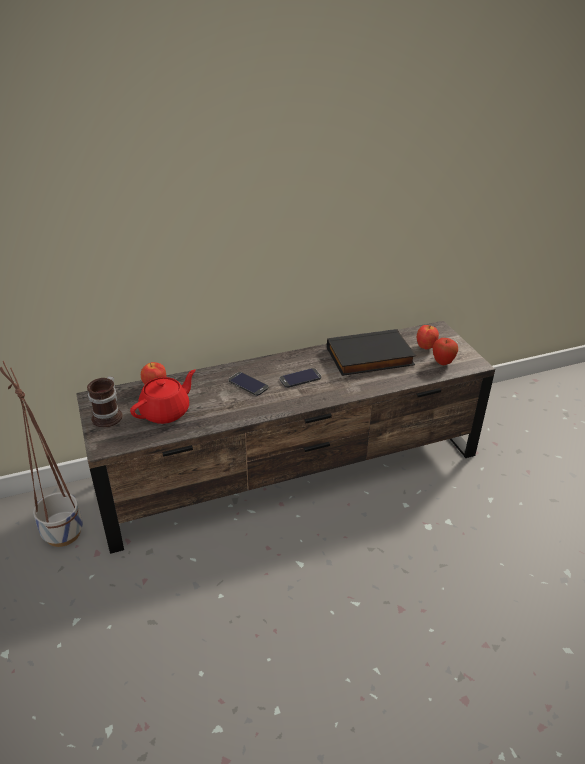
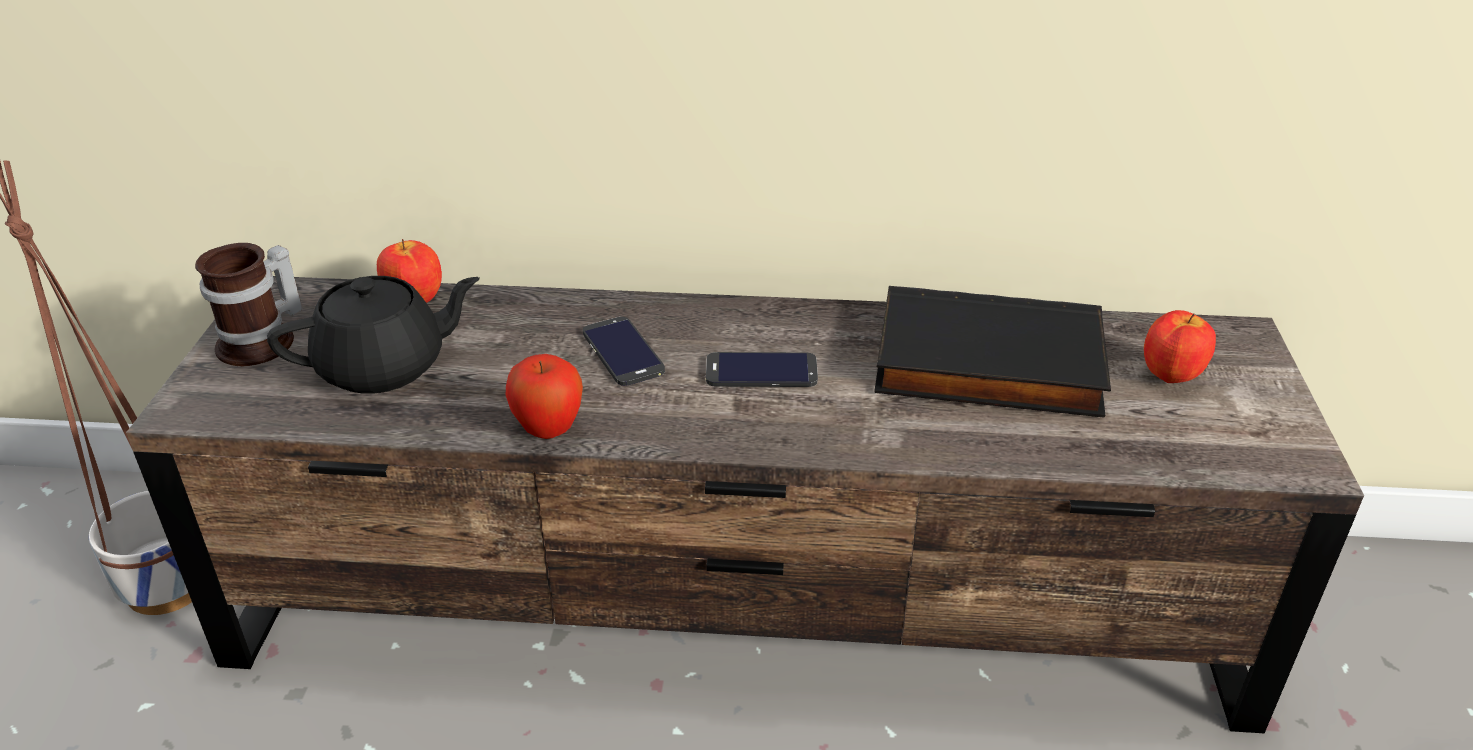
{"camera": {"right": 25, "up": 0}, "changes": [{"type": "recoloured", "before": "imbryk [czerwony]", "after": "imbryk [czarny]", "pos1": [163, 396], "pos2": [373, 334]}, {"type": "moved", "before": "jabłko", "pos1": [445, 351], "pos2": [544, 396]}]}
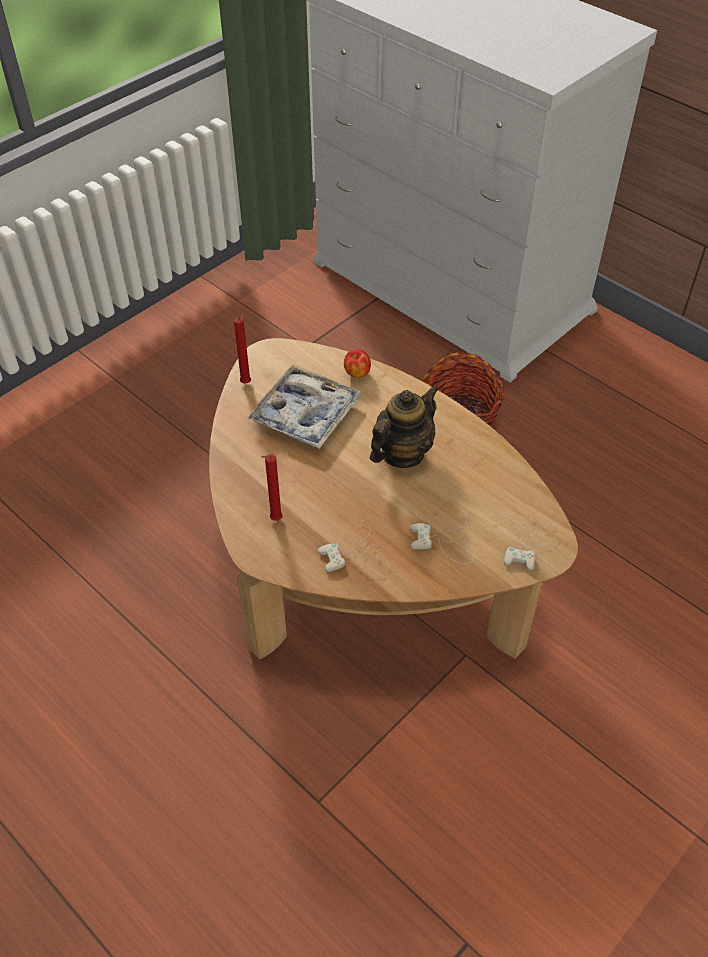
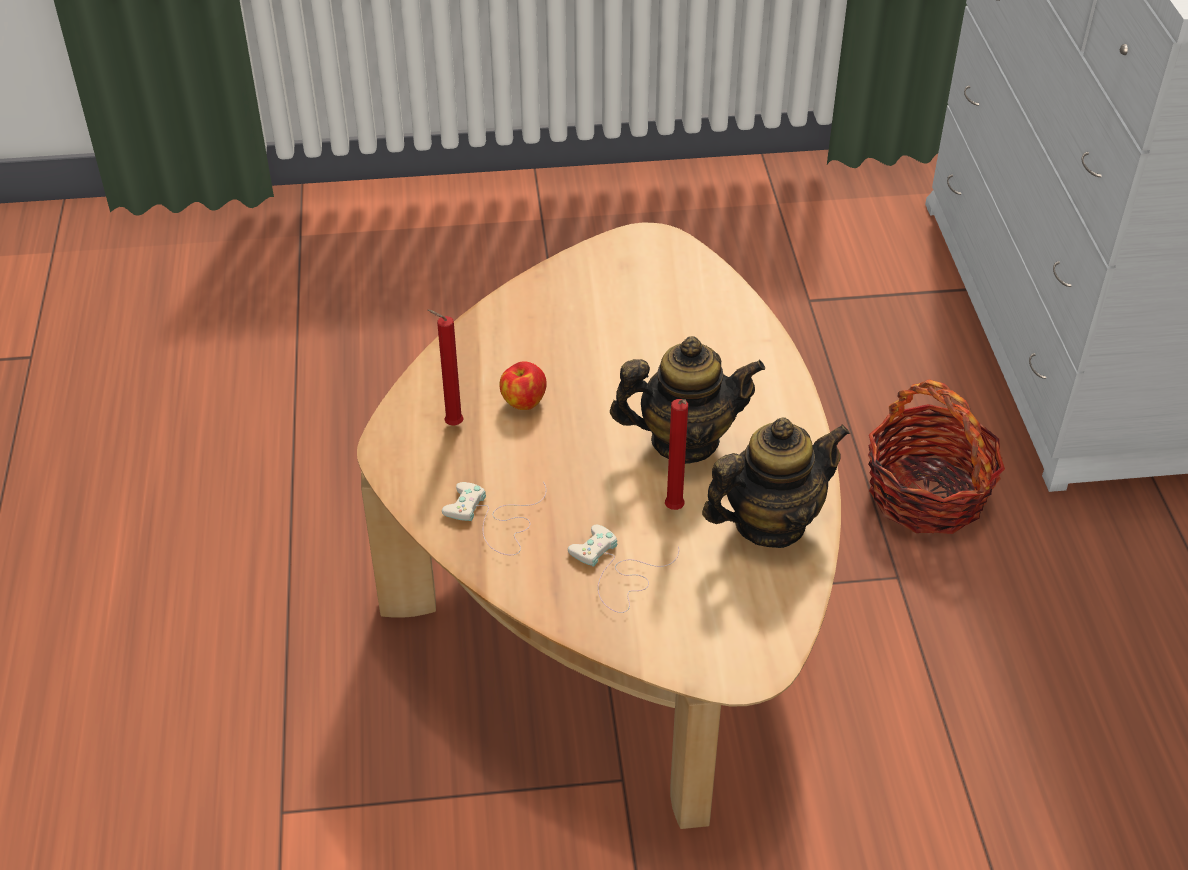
{"camera": {"right": 40, "up": -5}, "changes": [{"type": "moved", "before": "świeca [czerwony]", "pos1": [242, 349], "pos2": [676, 454]}, {"type": "removed", "before": "taca", "pos1": [304, 406]}, {"type": "moved", "before": "jabłko", "pos1": [357, 363], "pos2": [523, 385]}, {"type": "removed", "before": "pad do gier [biały]", "pos1": [525, 543]}, {"type": "added", "after": "imbryk", "pos2": [776, 482]}]}
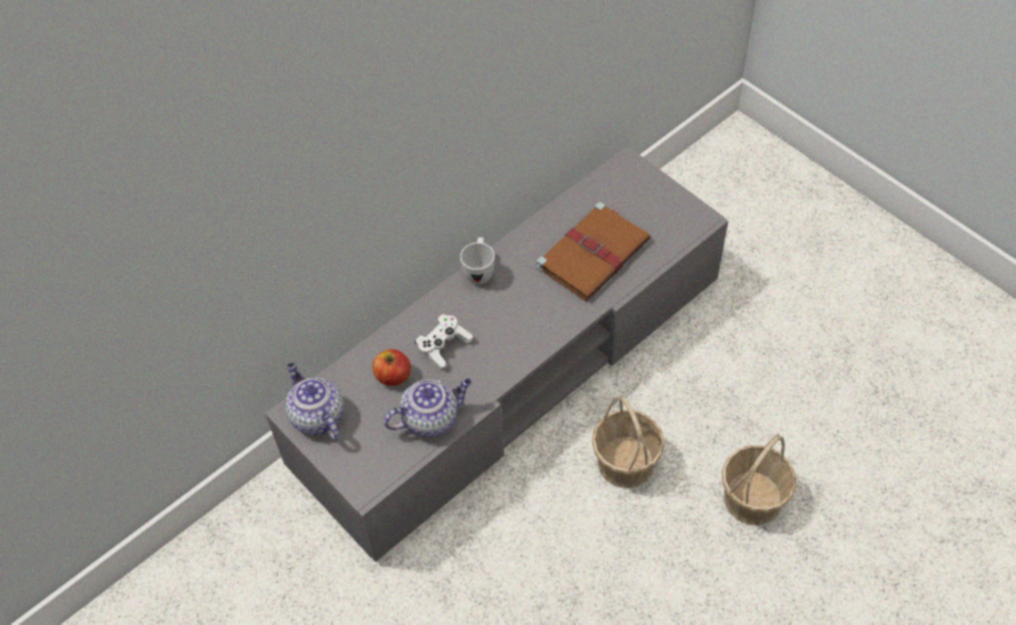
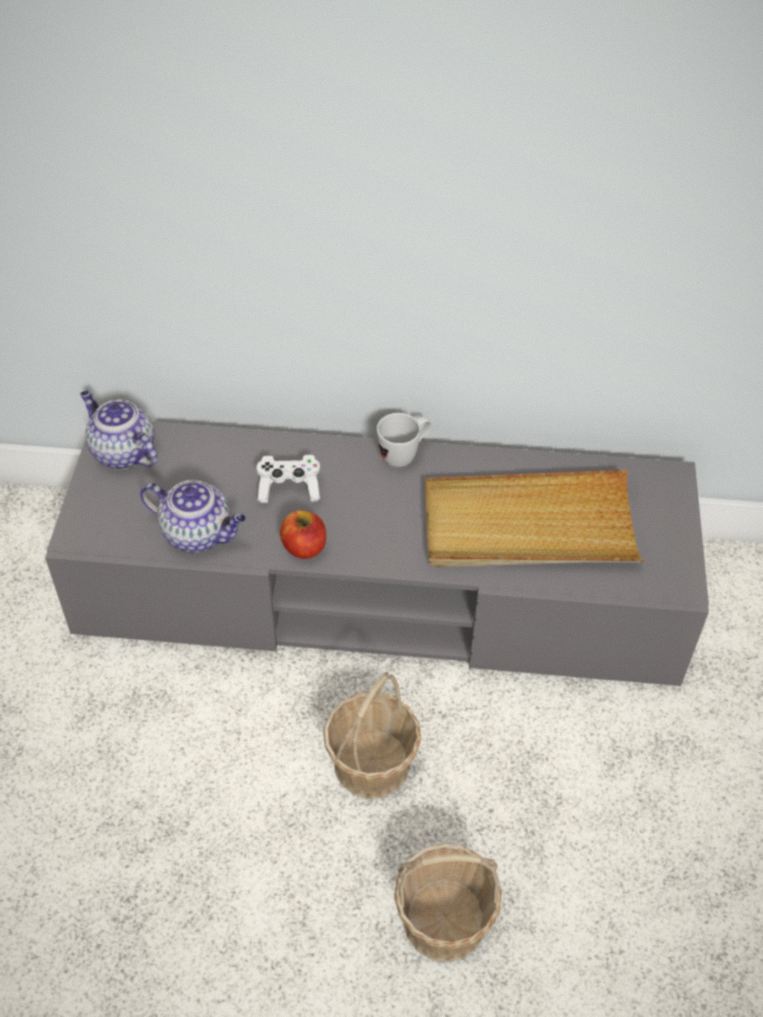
{"camera": {"right": 45, "up": -5}, "changes": [{"type": "turned", "before": "imbryk", "pos1": [315, 402], "pos2": [118, 430], "turn": -60}, {"type": "moved", "before": "jabłko", "pos1": [392, 367], "pos2": [303, 534]}, {"type": "replaced", "before": "książka [brązowy]", "after": "taca [beżowy]", "pos1": [593, 251], "pos2": [535, 518]}]}
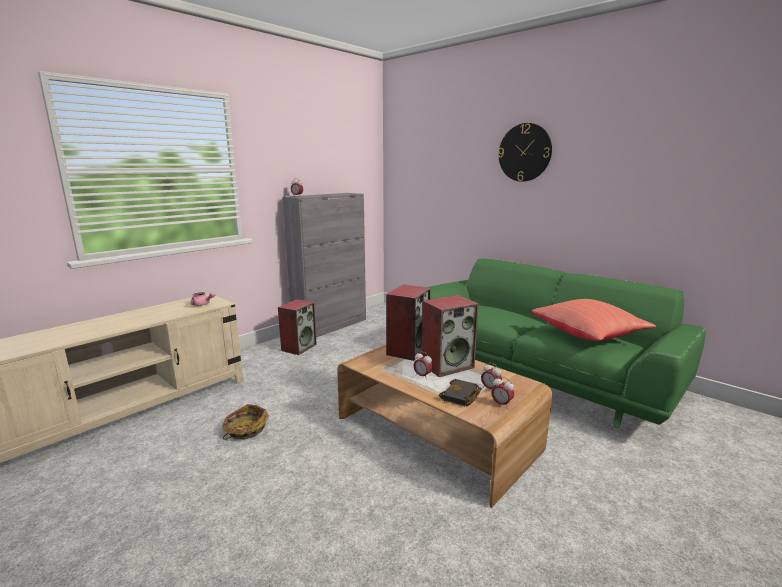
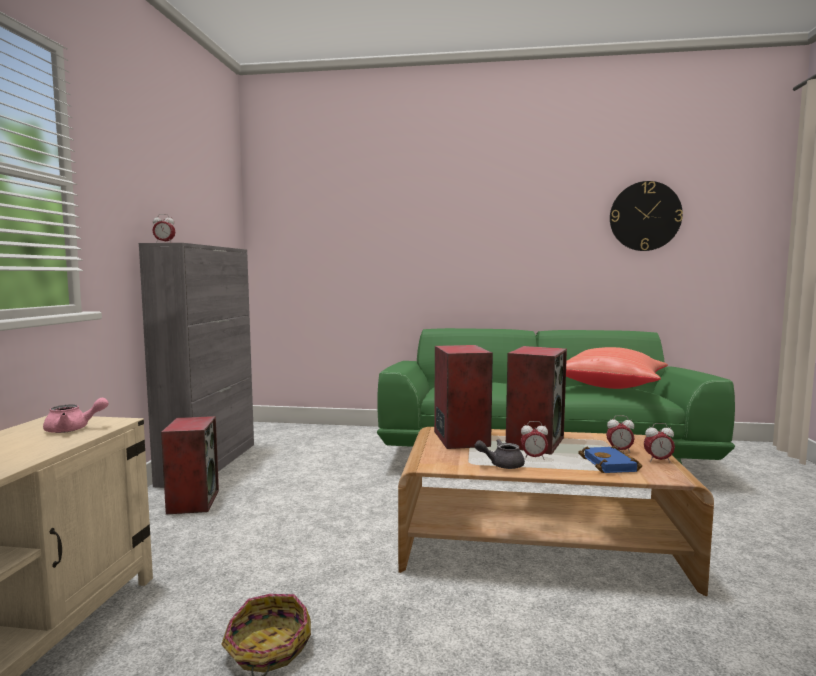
{"camera": {"right": -35, "up": -10}, "changes": [{"type": "recoloured", "before": "książka [czarny]", "after": "książka [niebieski]", "pos1": [460, 392], "pos2": [610, 459]}, {"type": "moved", "before": "zegar ścienny", "pos1": [525, 152], "pos2": [646, 216]}, {"type": "added", "after": "imbryk [szary]", "pos2": [500, 454]}]}
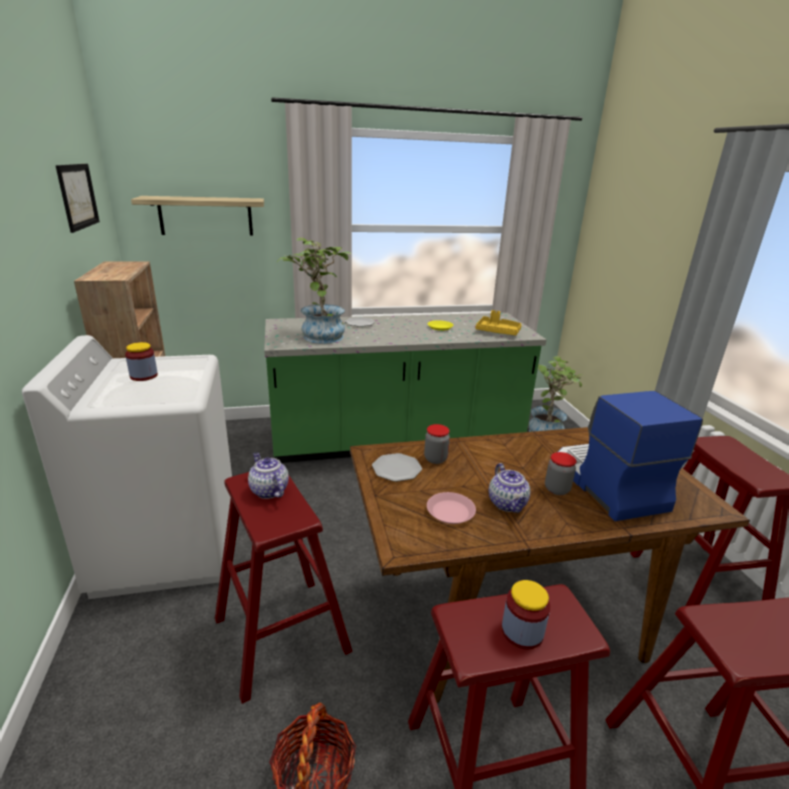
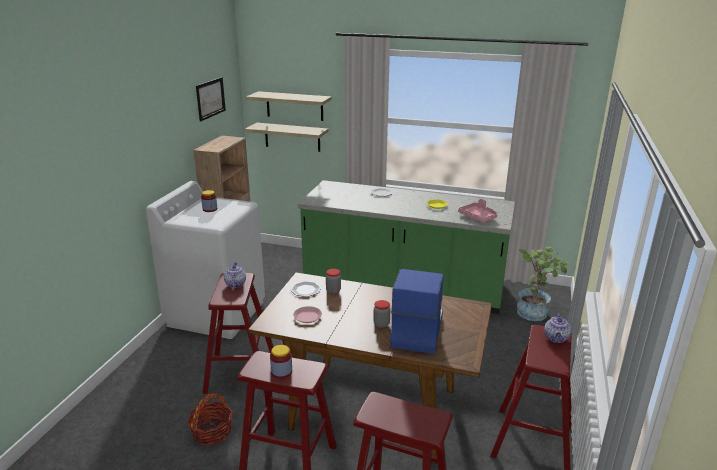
{"camera": {"right": 30, "up": 0}, "changes": [{"type": "removed", "before": "roślina doniczkowa", "pos1": [314, 290]}, {"type": "recoloured", "before": "taca [żółty]", "after": "taca [różowy]", "pos1": [498, 322], "pos2": [478, 210]}, {"type": "moved", "before": "imbryk", "pos1": [509, 488], "pos2": [557, 328]}, {"type": "added", "after": "półka", "pos2": [286, 137]}]}
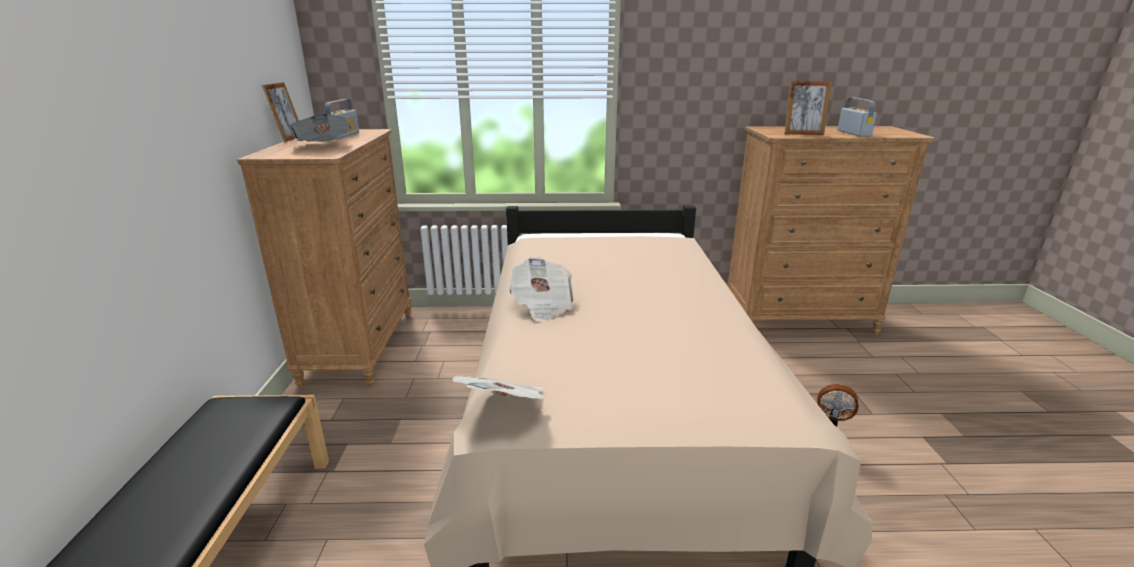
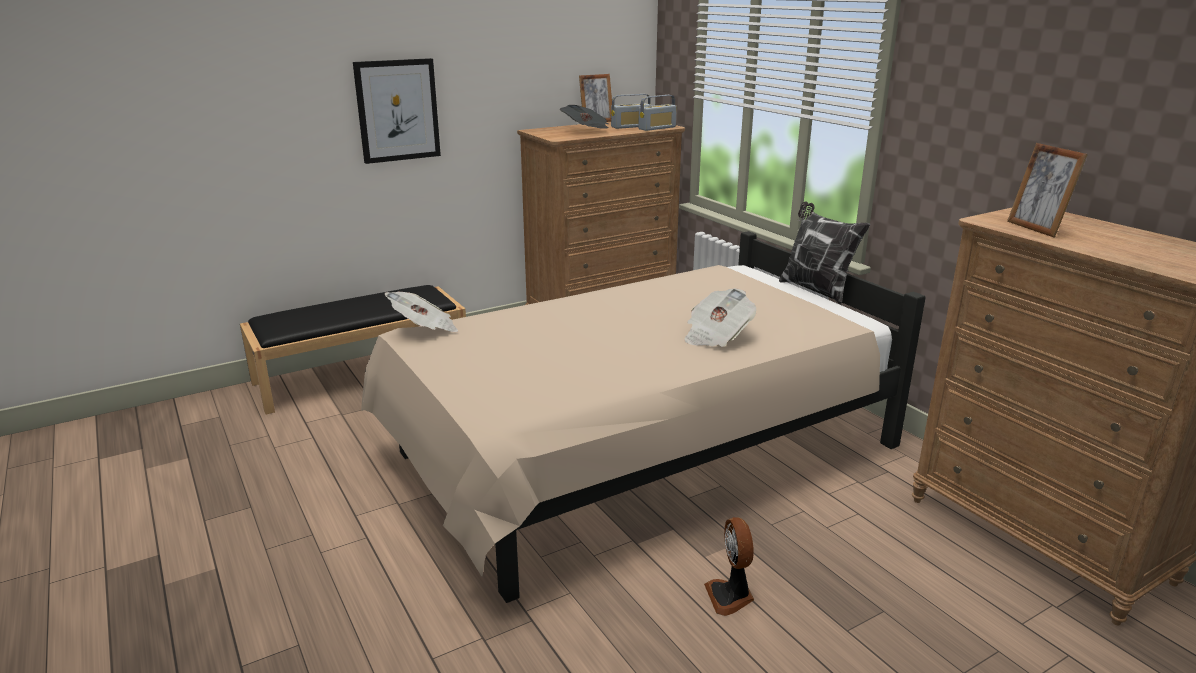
{"camera": {"right": 60, "up": 0}, "changes": [{"type": "moved", "before": "gazeta", "pos1": [541, 289], "pos2": [720, 317]}, {"type": "moved", "before": "radio", "pos1": [857, 117], "pos2": [657, 113]}, {"type": "added", "after": "obraz", "pos2": [397, 111]}, {"type": "added", "after": "poduszka", "pos2": [824, 252]}]}
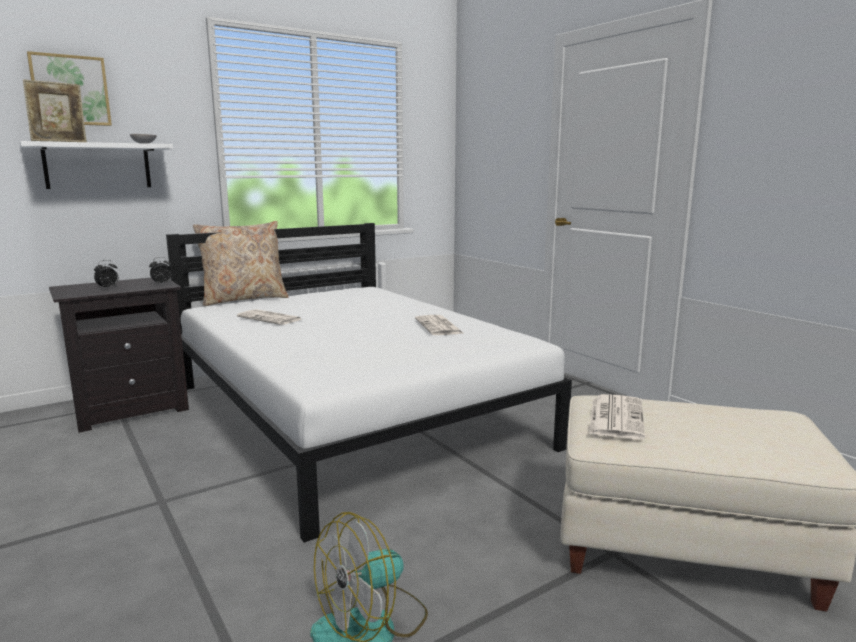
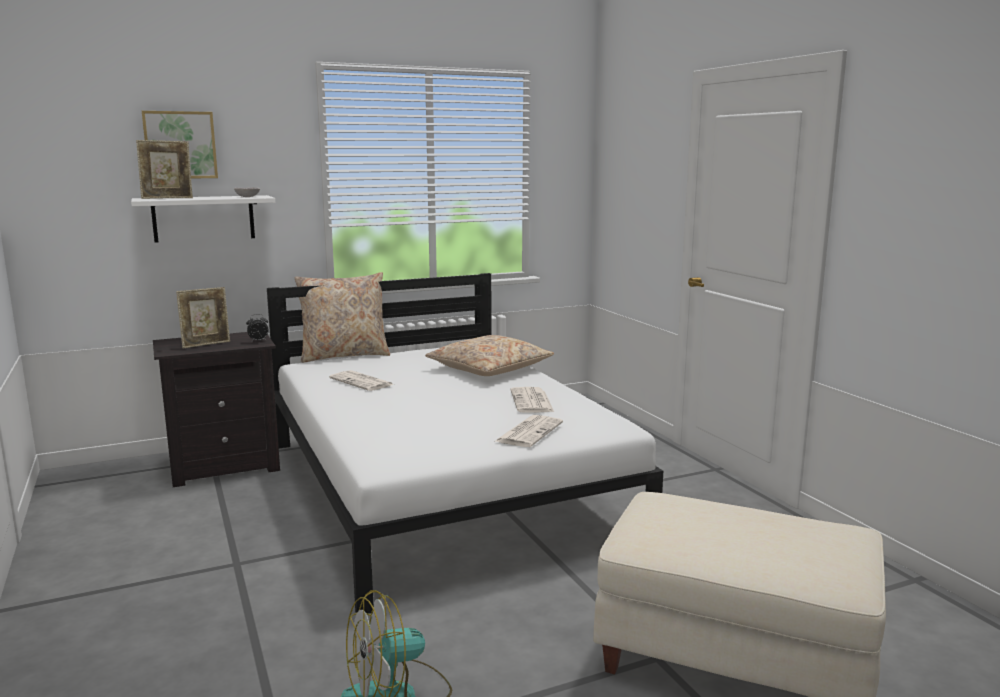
{"camera": {"right": 10, "up": 0}, "changes": [{"type": "replaced", "before": "budzik", "after": "ramka na zdjęcie", "pos1": [106, 274], "pos2": [203, 318]}, {"type": "moved", "before": "gazeta", "pos1": [617, 416], "pos2": [528, 431]}, {"type": "added", "after": "poduszka [beżowy]", "pos2": [489, 355]}]}
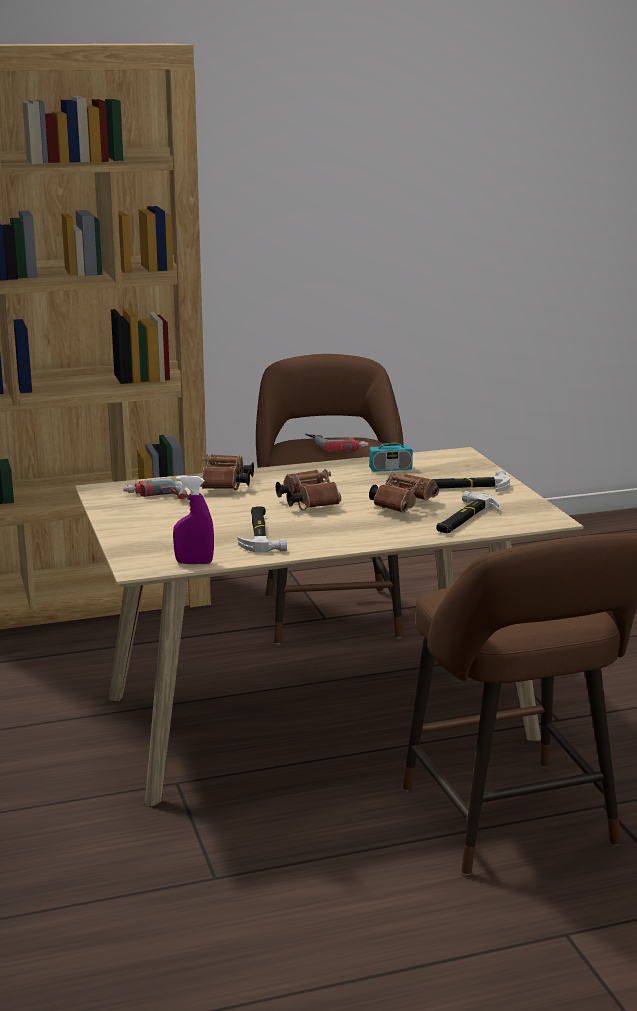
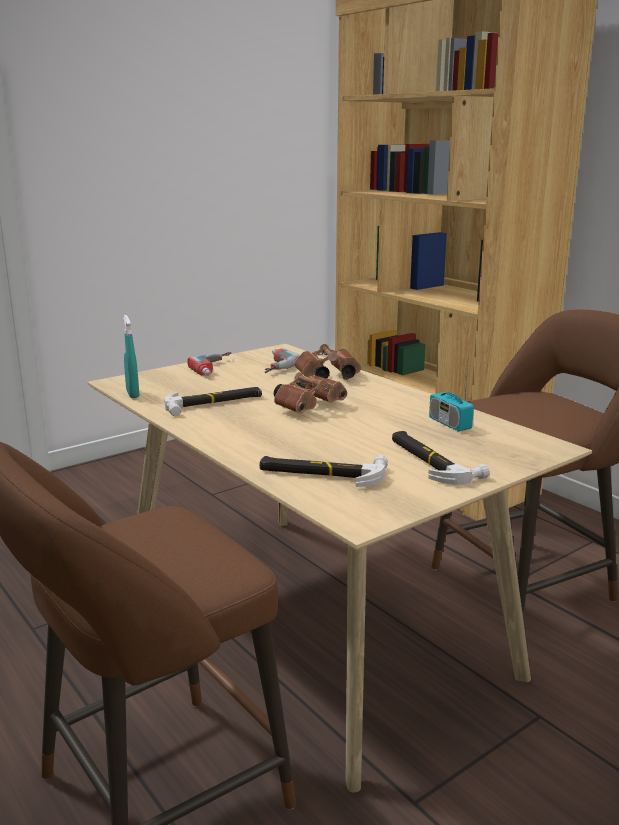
{"camera": {"right": 70, "up": 0}, "changes": [{"type": "recoloured", "before": "spryskiwacz [fioletowy]", "after": "spryskiwacz [turkusowy]", "pos1": [193, 520], "pos2": [131, 356]}, {"type": "moved", "before": "wiertarka", "pos1": [337, 443], "pos2": [209, 364]}, {"type": "removed", "before": "lornetka [brązowy]", "pos1": [404, 492]}]}
